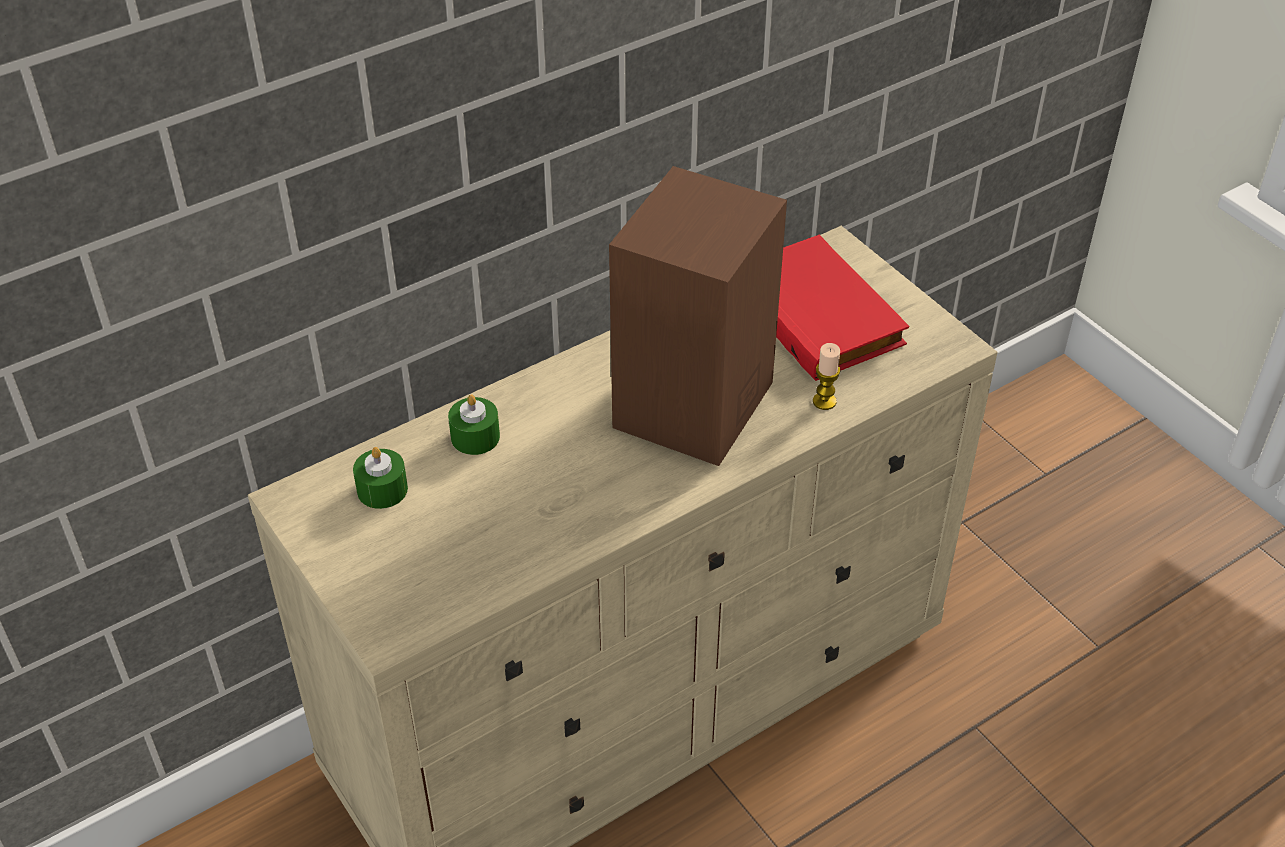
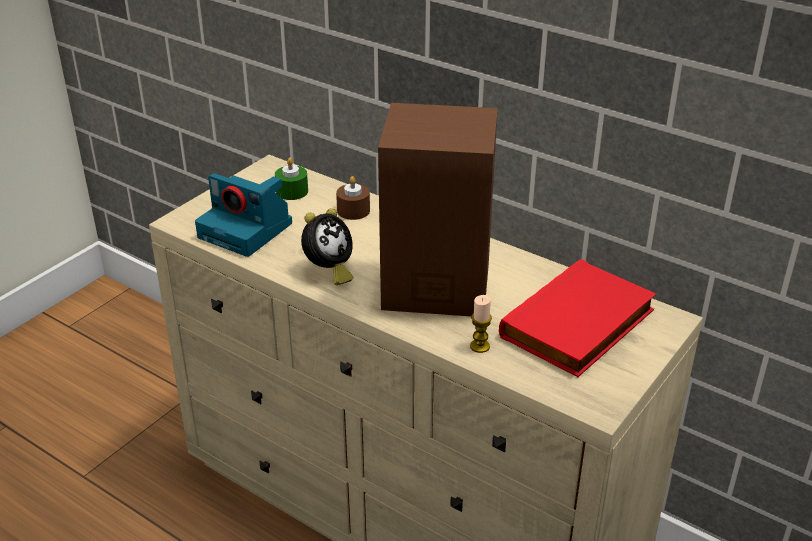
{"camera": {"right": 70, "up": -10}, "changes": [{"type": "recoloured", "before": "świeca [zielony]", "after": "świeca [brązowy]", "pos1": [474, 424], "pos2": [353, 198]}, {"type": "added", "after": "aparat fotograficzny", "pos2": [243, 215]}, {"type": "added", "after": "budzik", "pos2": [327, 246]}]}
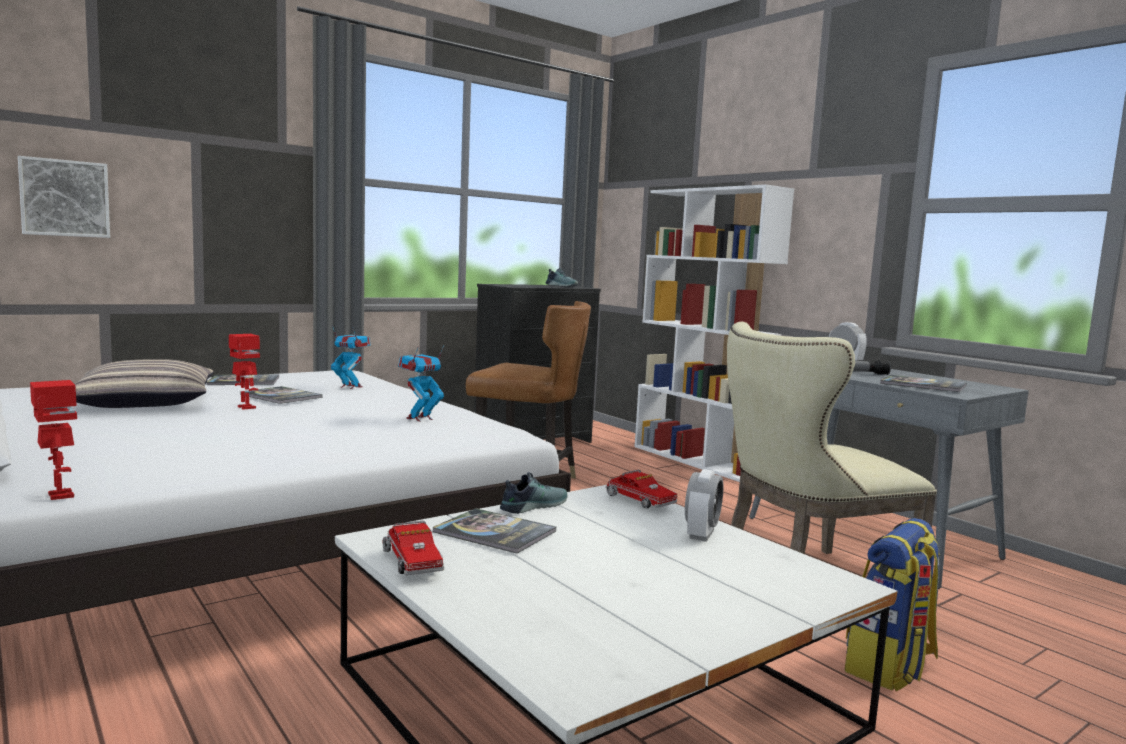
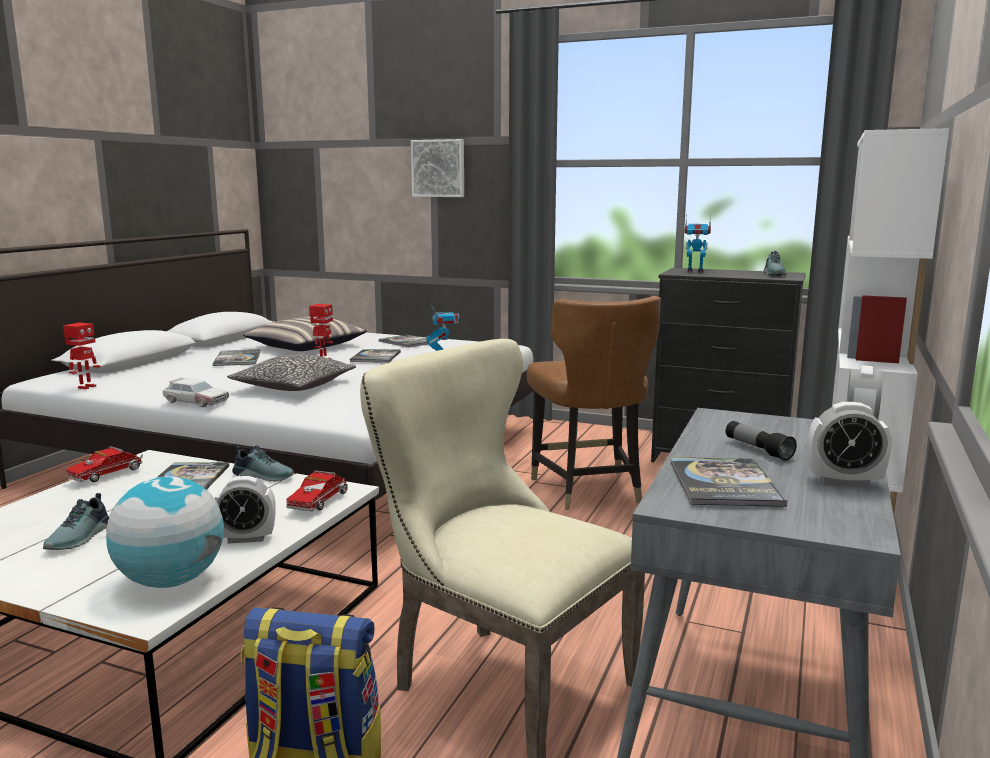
{"camera": {"right": 60, "up": 5}, "changes": [{"type": "moved", "before": "obraz", "pos1": [64, 197], "pos2": [437, 168]}, {"type": "moved", "before": "robot zabawkowy", "pos1": [421, 383], "pos2": [698, 244]}, {"type": "added", "after": "but", "pos2": [76, 521]}, {"type": "added", "after": "globus", "pos2": [165, 532]}, {"type": "added", "after": "samochodzik", "pos2": [196, 392]}, {"type": "added", "after": "książka", "pos2": [237, 357]}, {"type": "added", "after": "poduszka", "pos2": [291, 372]}, {"type": "added", "after": "budzik", "pos2": [850, 444]}]}
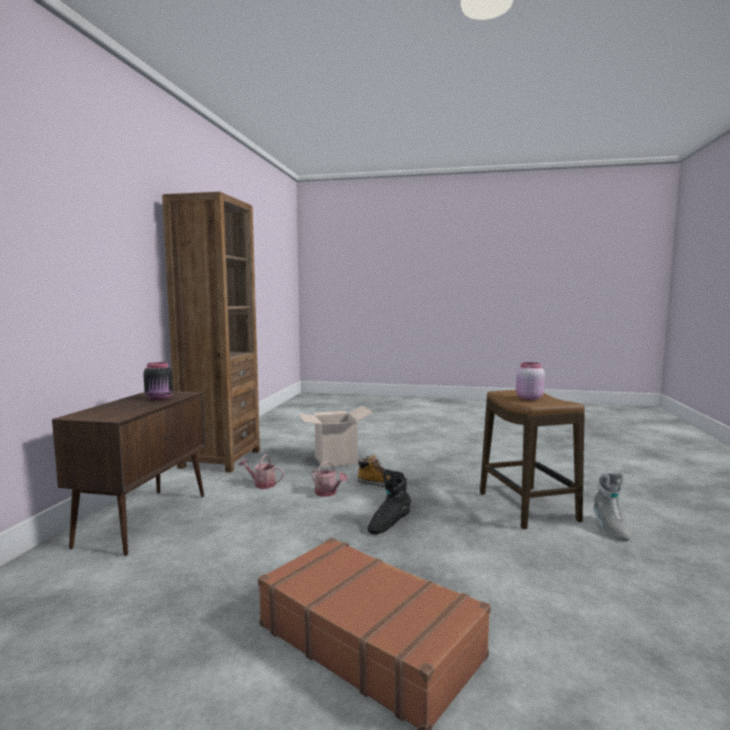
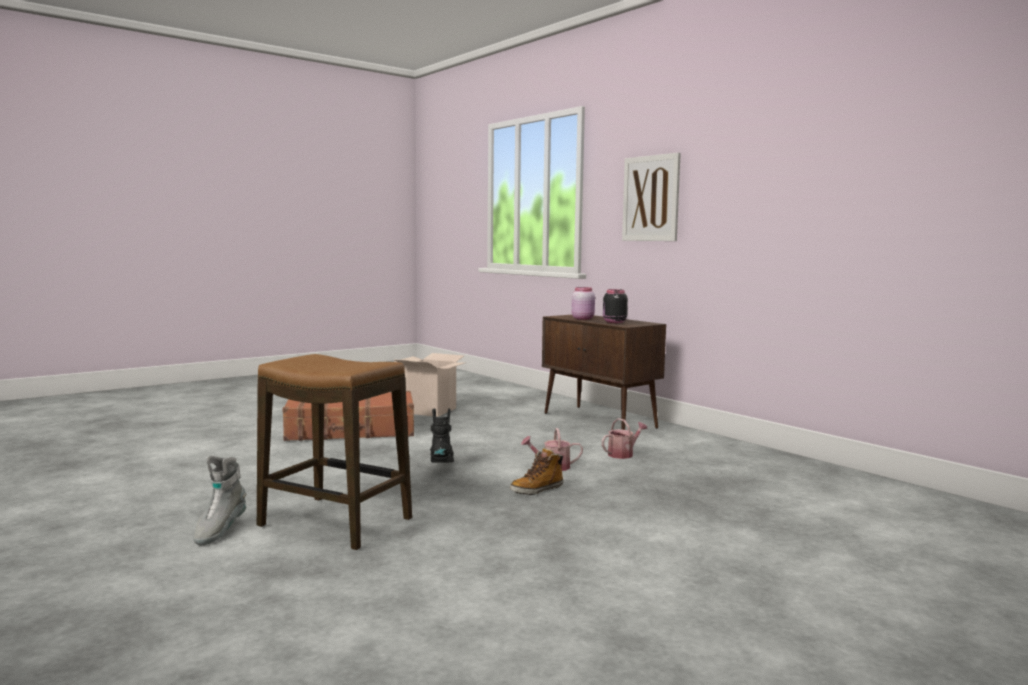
{"camera": {"right": 130, "up": 0}, "changes": [{"type": "removed", "before": "regał [brązowy]", "pos1": [211, 332]}, {"type": "moved", "before": "karton", "pos1": [336, 436], "pos2": [430, 385]}, {"type": "moved", "before": "słoik [różowy]", "pos1": [530, 381], "pos2": [583, 303]}, {"type": "turned", "before": "but z cholewką [szary]", "pos1": [612, 507], "pos2": [220, 500], "turn": -120}, {"type": "added", "after": "obraz", "pos2": [651, 197]}]}
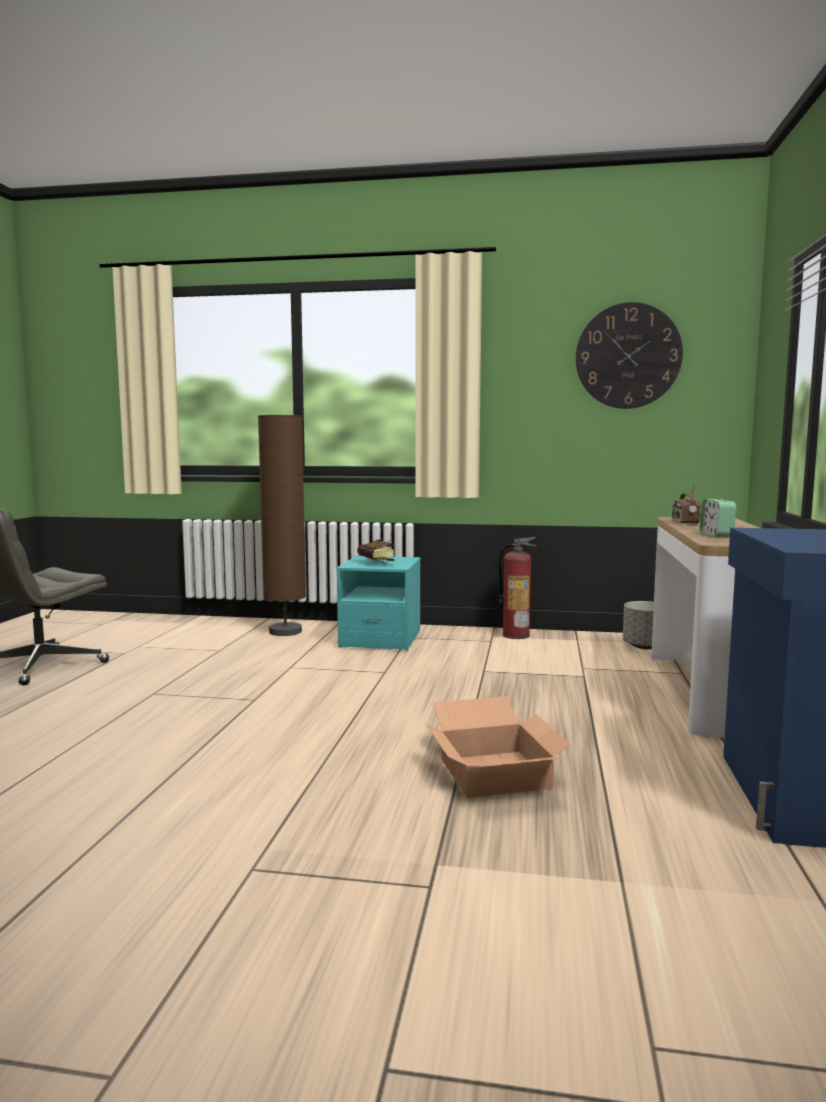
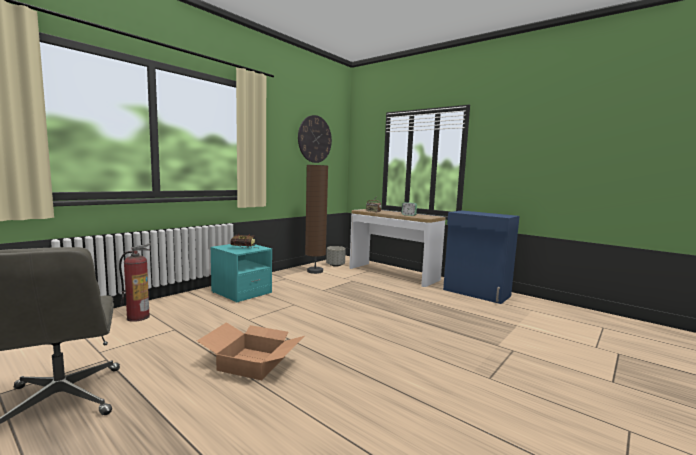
{"camera": {"right": -60, "up": 0}, "changes": [{"type": "moved", "before": "lampa stojąca [brązowy]", "pos1": [282, 525], "pos2": [316, 219]}, {"type": "moved", "before": "karton", "pos1": [499, 747], "pos2": [250, 351]}, {"type": "moved", "before": "gaśnica", "pos1": [517, 588], "pos2": [135, 282]}]}
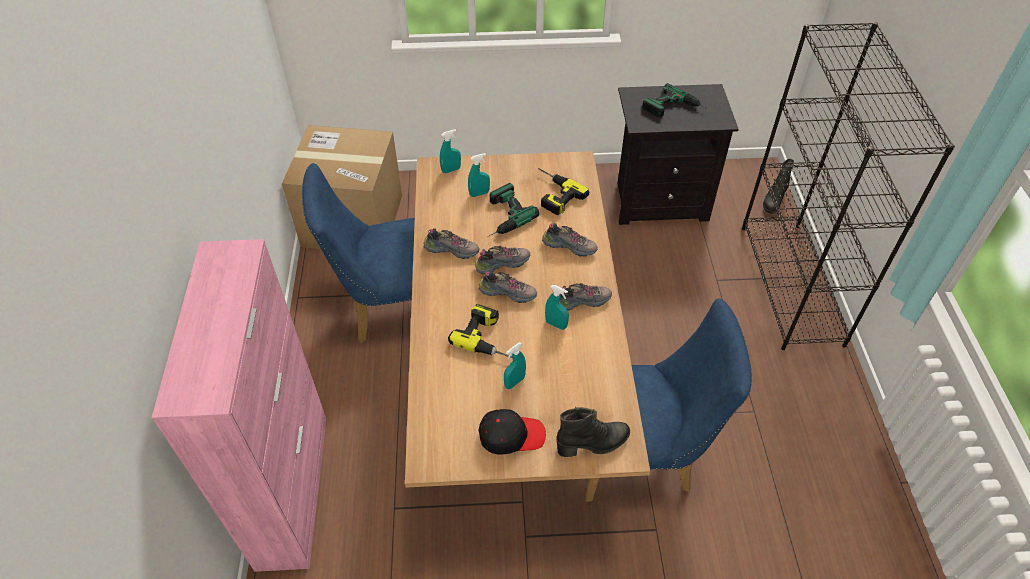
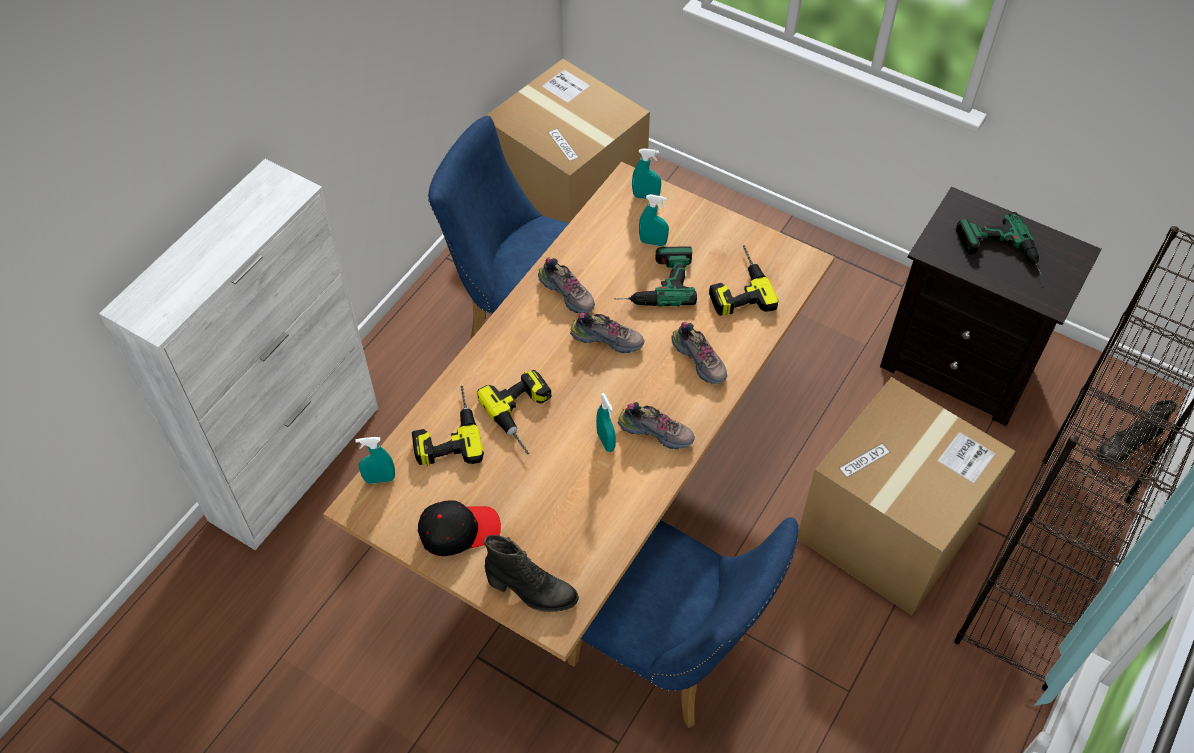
{"camera": {"right": 35, "up": 5}, "changes": [{"type": "recoloured", "before": "szafka [różowy]", "after": "szafka [biały]", "pos1": [239, 405], "pos2": [238, 354]}, {"type": "removed", "before": "but", "pos1": [508, 287]}, {"type": "turned", "before": "czapka z daszkiem [czarny]", "pos1": [512, 432], "pos2": [459, 528], "turn": -45}, {"type": "moved", "before": "spryskiwacz [turkusowy]", "pos1": [515, 365], "pos2": [375, 460]}, {"type": "added", "after": "wiertarka", "pos2": [448, 426]}, {"type": "added", "after": "karton", "pos2": [907, 496]}]}
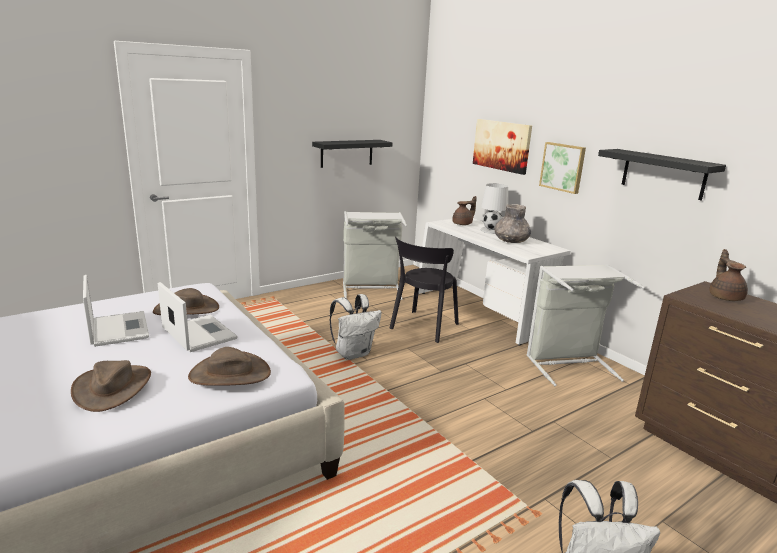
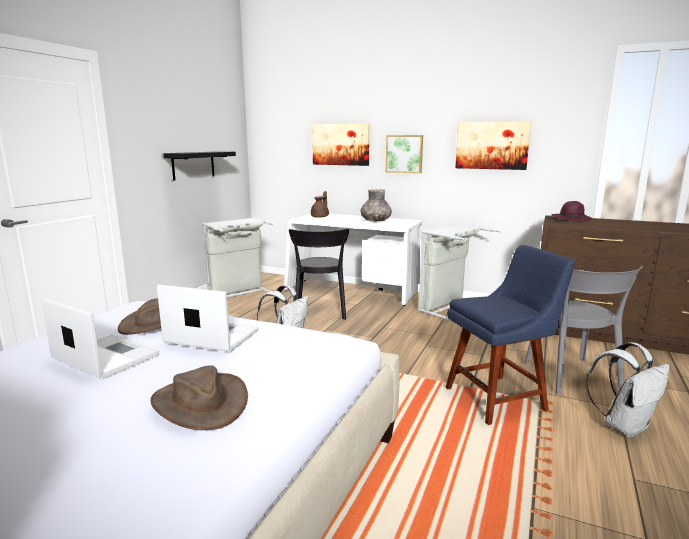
{"camera": {"right": -30, "up": -5}, "changes": [{"type": "removed", "before": "kapelusz [brązowy]", "pos1": [229, 366]}, {"type": "removed", "before": "lampa stołowa [biały]", "pos1": [494, 208]}, {"type": "replaced", "before": "półka [czarny]", "after": "obraz", "pos1": [662, 174], "pos2": [493, 146]}, {"type": "replaced", "before": "imbryk [brązowy]", "after": "kapelusz [fioletowy]", "pos1": [728, 275], "pos2": [572, 212]}, {"type": "added", "after": "krzesło [niebieski]", "pos2": [510, 335]}, {"type": "added", "after": "krzesło [szary]", "pos2": [583, 330]}]}
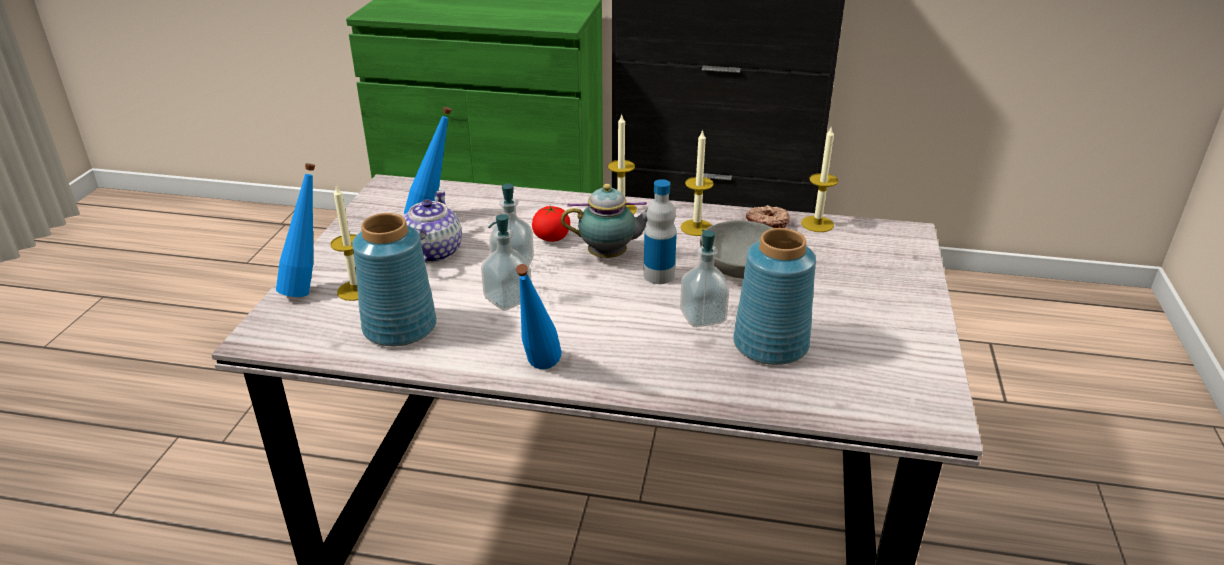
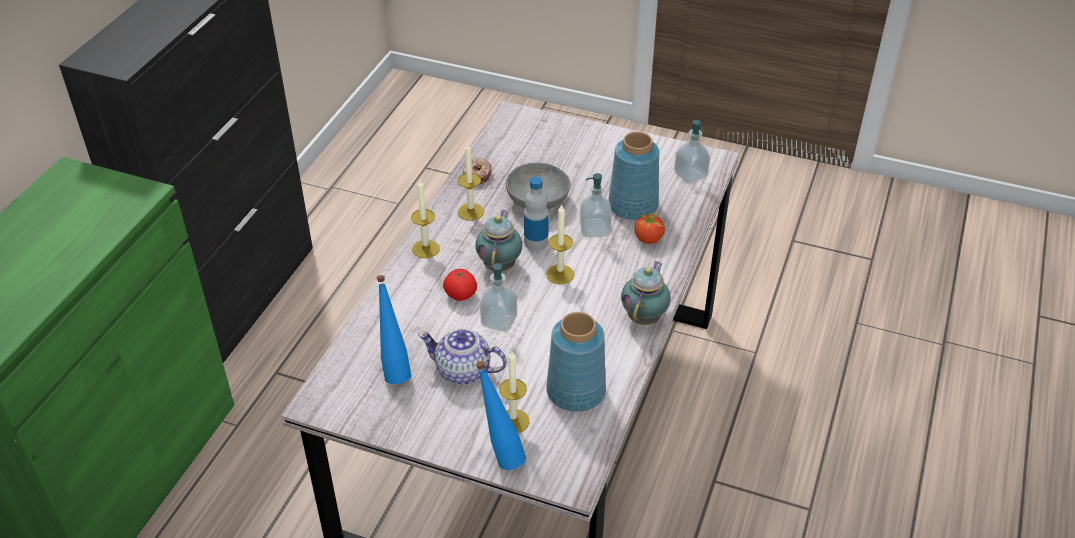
{"camera": {"right": -80, "up": 10}, "changes": [{"type": "moved", "before": "dozownik mydła", "pos1": [506, 262], "pos2": [692, 152]}, {"type": "replaced", "before": "butelka [niebieski]", "after": "imbryk", "pos1": [538, 316], "pos2": [645, 293]}, {"type": "moved", "before": "świeca", "pos1": [819, 180], "pos2": [560, 244]}, {"type": "added", "after": "pomidor", "pos2": [649, 227]}]}
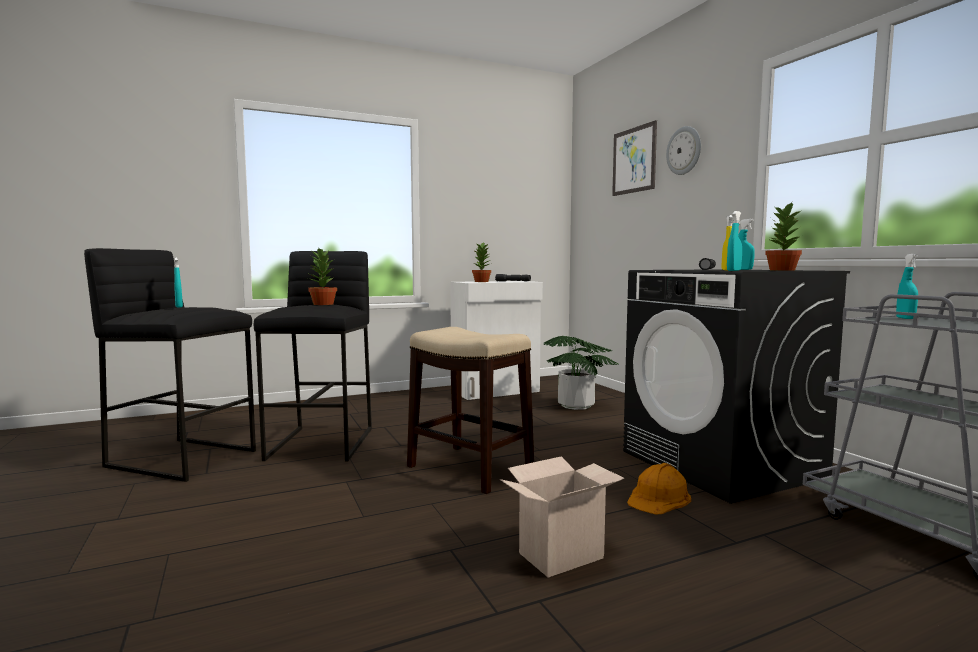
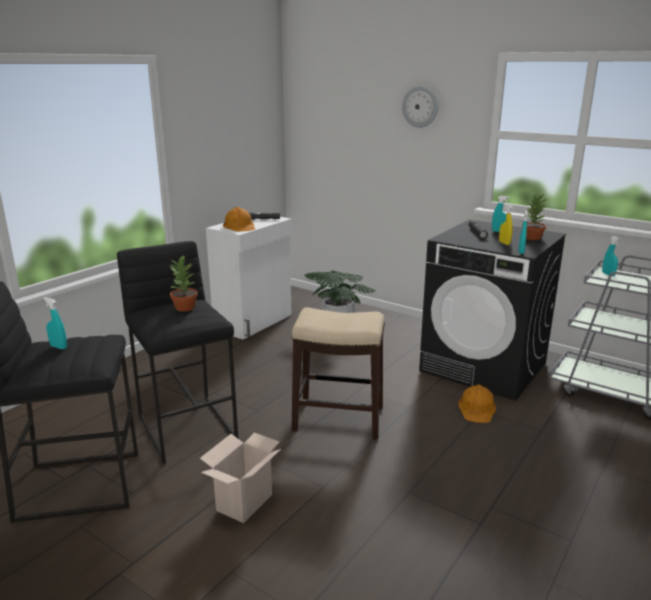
{"camera": {"right": -30, "up": 15}, "changes": [{"type": "replaced", "before": "roślina doniczkowa", "after": "kask [pomarańczowy]", "pos1": [481, 262], "pos2": [239, 219]}, {"type": "moved", "before": "karton", "pos1": [562, 517], "pos2": [240, 478]}, {"type": "removed", "before": "obraz", "pos1": [634, 158]}]}
